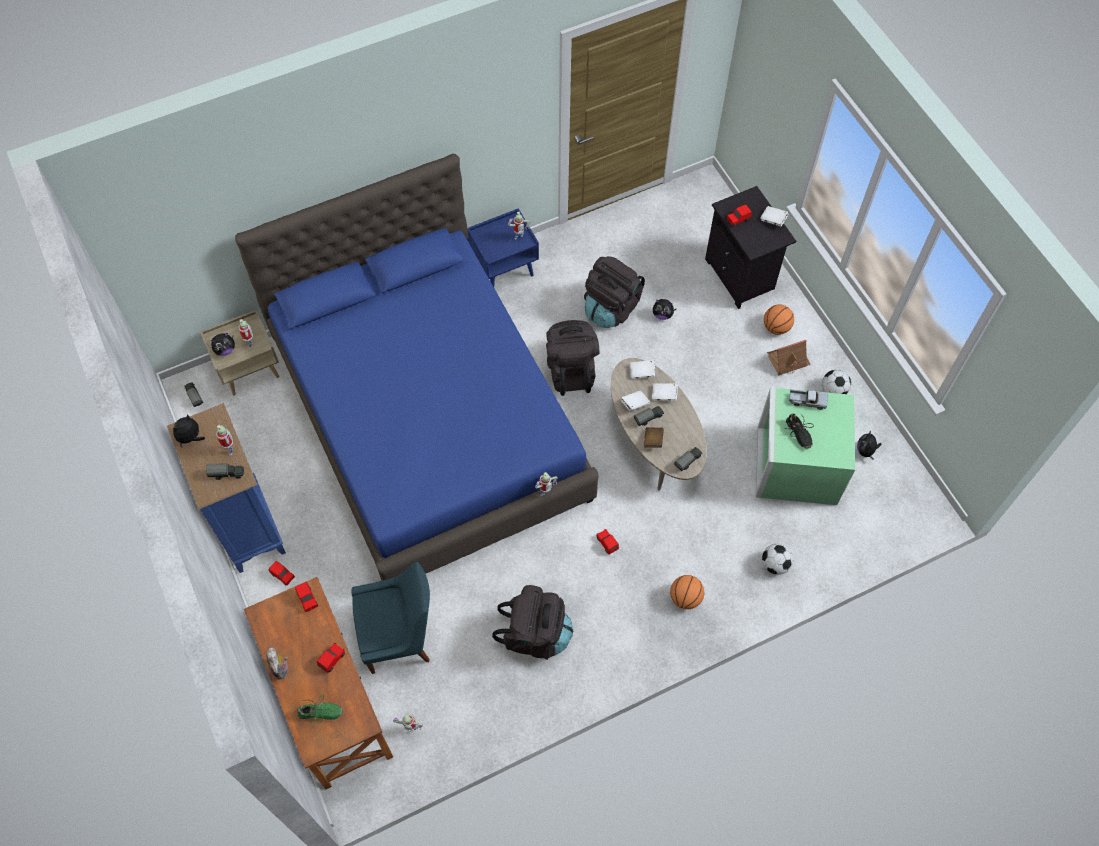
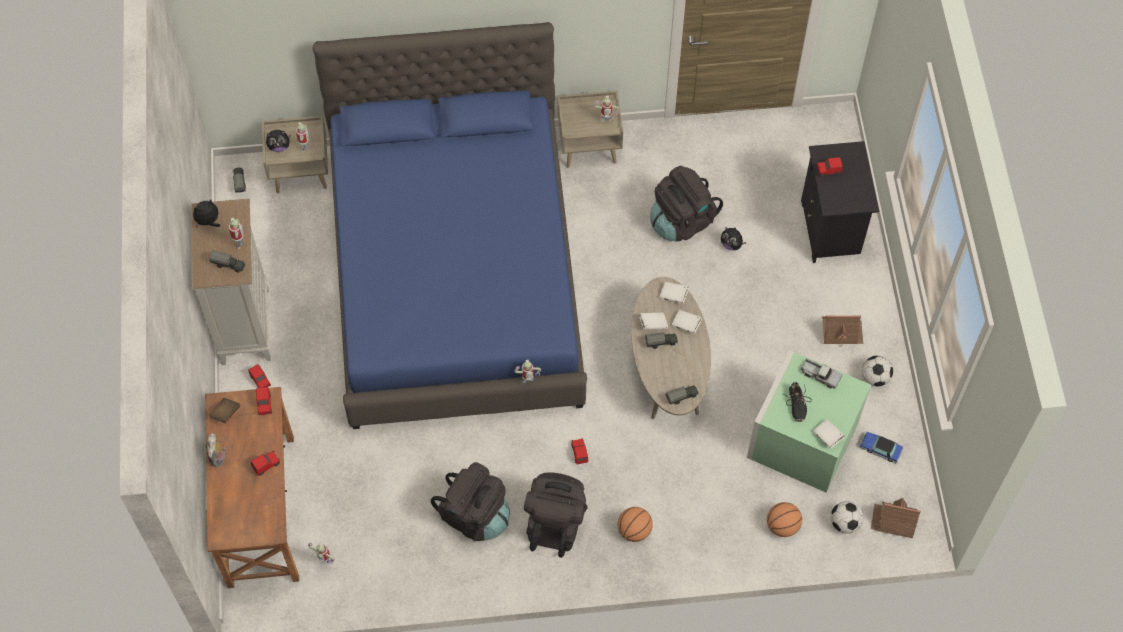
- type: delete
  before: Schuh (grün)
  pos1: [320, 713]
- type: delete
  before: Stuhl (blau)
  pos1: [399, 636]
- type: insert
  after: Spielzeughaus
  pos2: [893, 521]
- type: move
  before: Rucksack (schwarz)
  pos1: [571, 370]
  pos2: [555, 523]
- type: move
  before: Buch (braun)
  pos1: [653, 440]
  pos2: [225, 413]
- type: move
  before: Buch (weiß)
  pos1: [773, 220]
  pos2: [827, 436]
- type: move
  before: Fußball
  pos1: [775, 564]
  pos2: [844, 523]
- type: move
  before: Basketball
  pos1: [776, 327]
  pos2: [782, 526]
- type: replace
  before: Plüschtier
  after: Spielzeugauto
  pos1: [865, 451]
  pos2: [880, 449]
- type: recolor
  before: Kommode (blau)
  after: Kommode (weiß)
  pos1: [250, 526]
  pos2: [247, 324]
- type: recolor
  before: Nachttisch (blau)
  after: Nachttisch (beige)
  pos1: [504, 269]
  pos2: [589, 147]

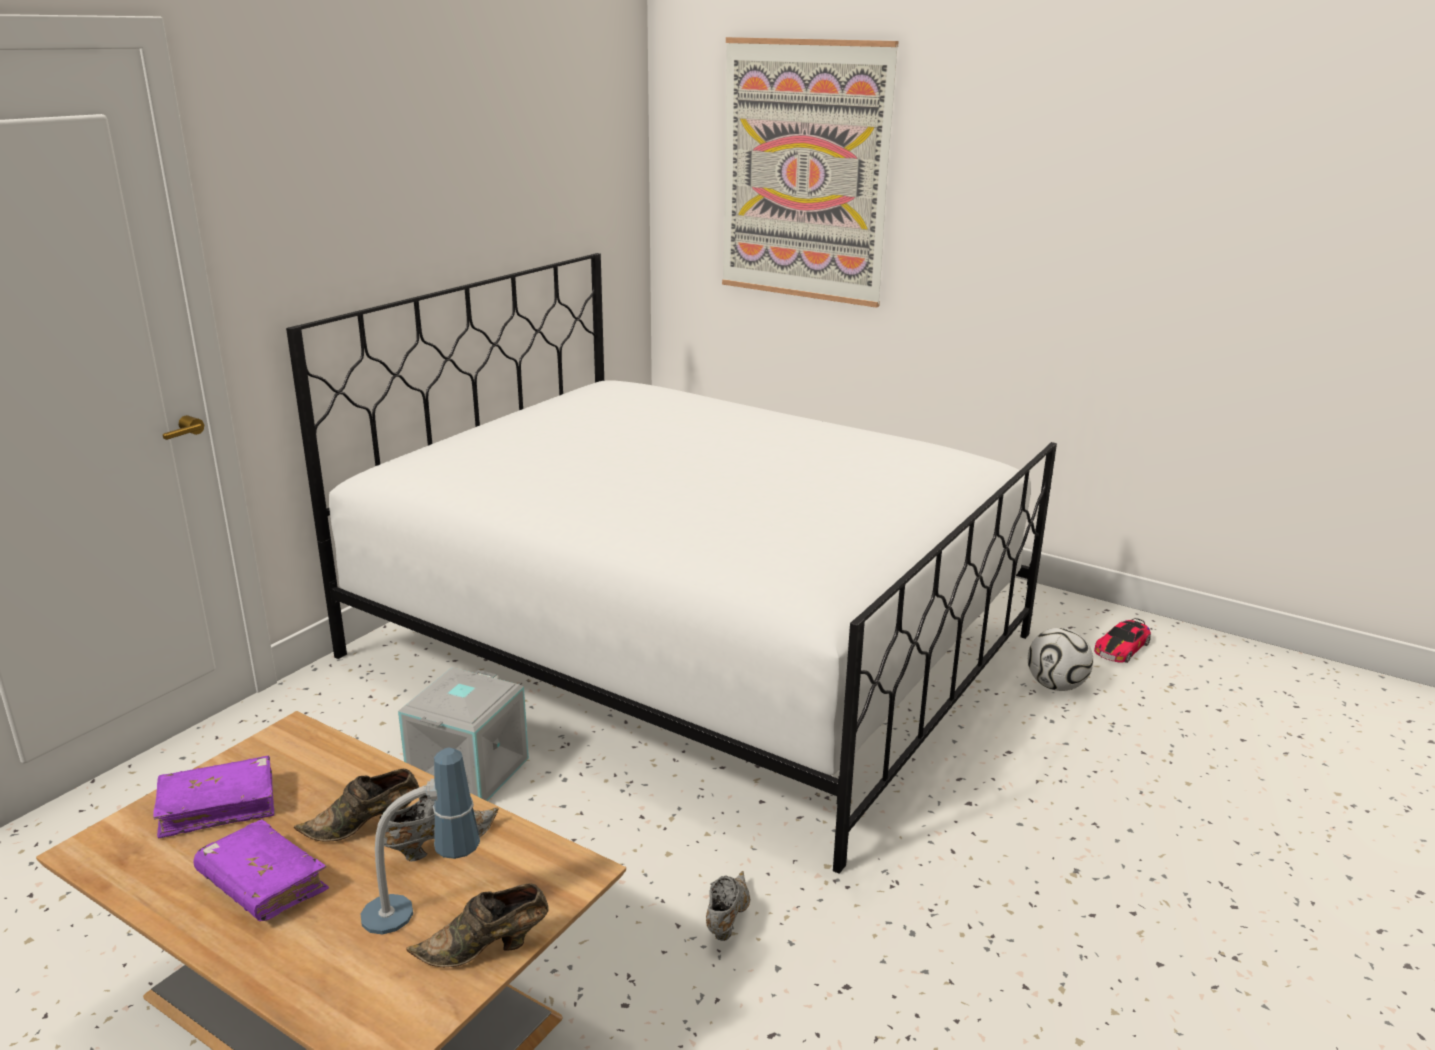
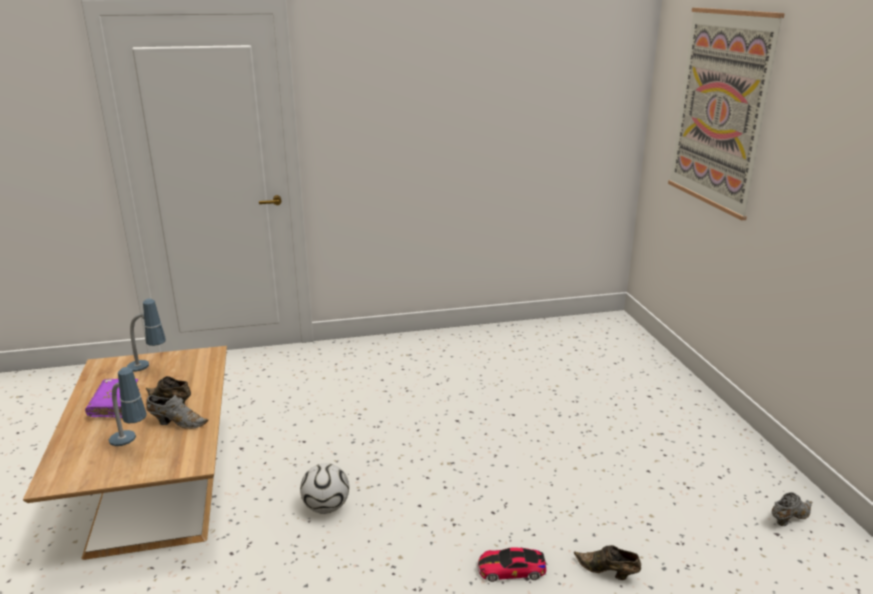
- type: delete
  before: Bett (weiß)
  pos1: [689, 644]
- type: delete
  before: Aufbewahrungsbox (grau)
  pos1: [470, 772]
- type: move
  before: Schuh (braun)
  pos1: [486, 949]
  pos2: [607, 572]
- type: move
  before: Schuh (grau)
  pos1: [726, 920]
  pos2: [788, 518]
- type: move
  before: Fußball
  pos1: [1056, 685]
  pos2: [326, 507]
- type: move
  before: Spielzeugauto
  pos1: [1122, 648]
  pos2: [511, 569]
- type: replace
  before: Buch (lila)
  after: Tischlampe
  pos1: [218, 806]
  pos2: [149, 369]

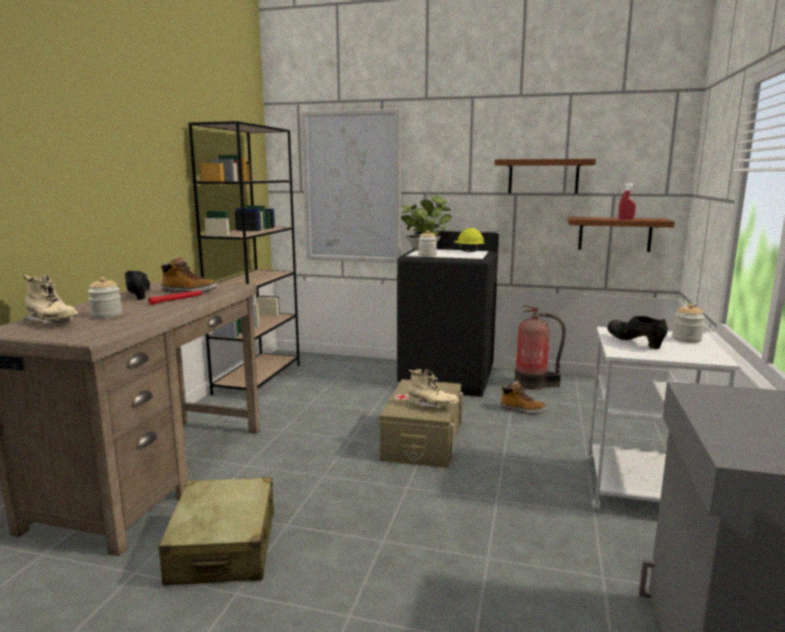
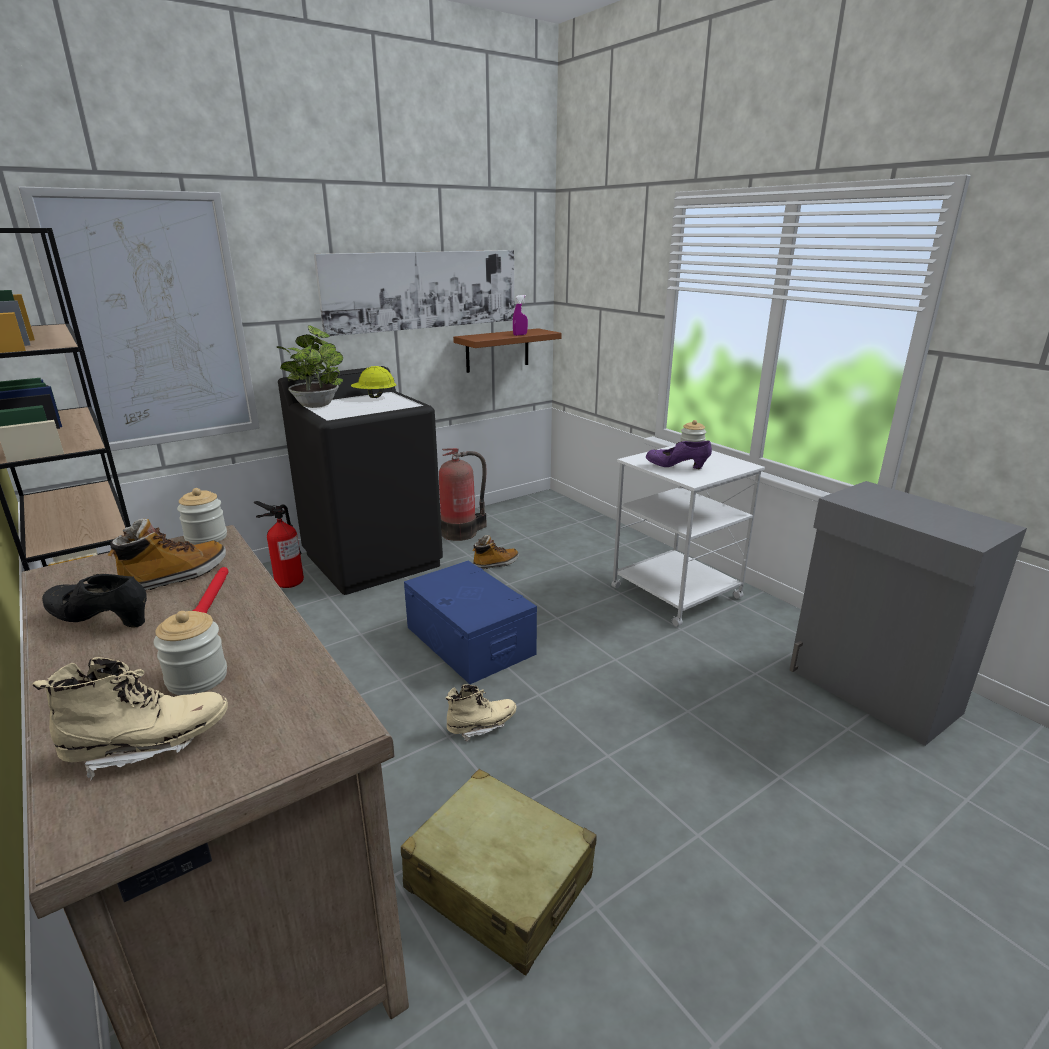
- type: insert
  after: Feuerlöscher
  pos2: [290, 582]
- type: move
  before: Stiefel (beige)
  pos1: [432, 406]
  pos2: [481, 726]
- type: move
  before: Vorratsglas
  pos1: [427, 255]
  pos2: [206, 538]
- type: replace
  before: Wandregal (braun)
  after: Bild
  pos1: [543, 176]
  pos2: [423, 290]
- type: recolor
  before: Aufbewahrungsbox (beige)
  after: Aufbewahrungsbox (blau)
  pos1: [422, 440]
  pos2: [469, 640]
- type: recolor
  before: Schuh (schwarz)
  after: Schuh (lila)
  pos1: [635, 342]
  pos2: [676, 467]
- type: recolor
  before: Sprühflasche (rot)
  after: Sprühflasche (lila)
  pos1: [626, 219]
  pos2: [520, 335]

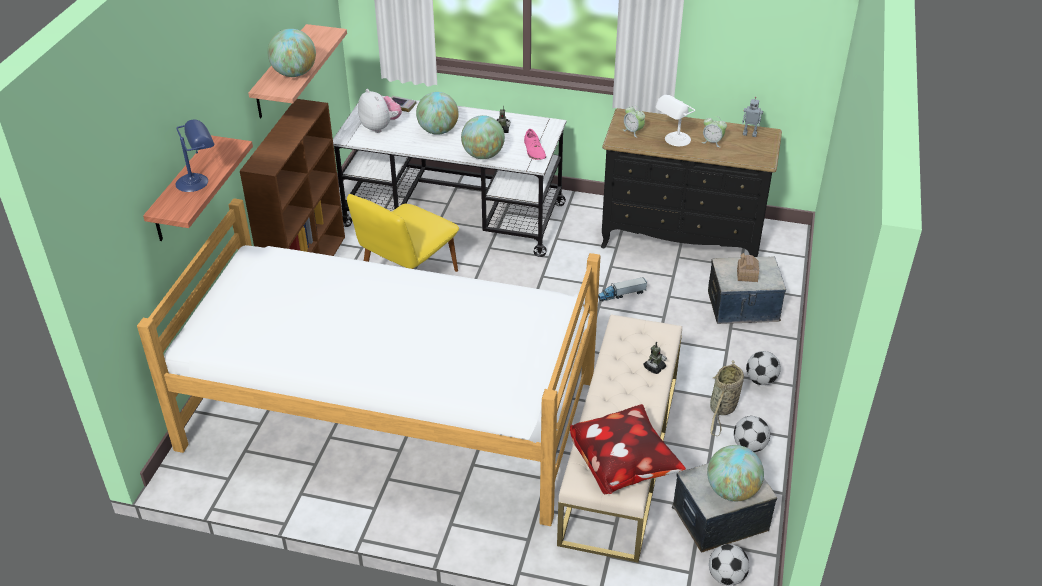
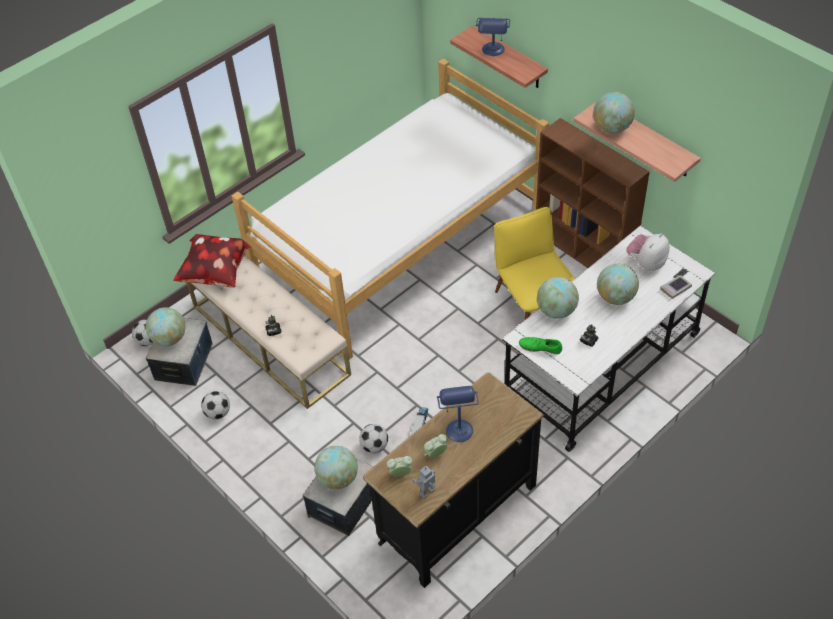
- type: delete
  before: Korb
  pos1: [722, 409]
- type: move
  before: Wecker
  pos1: [633, 131]
  pos2: [400, 473]
- type: move
  before: Fußball
  pos1: [761, 380]
  pos2: [374, 446]
- type: replace
  before: Spielzeughaus
  after: Globus
  pos1: [747, 275]
  pos2: [338, 478]
- type: recolor
  before: Schuh (rosa)
  after: Schuh (grün)
  pos1: [534, 151]
  pos2: [540, 347]
- type: recolor
  before: Tischlampe (weiß)
  after: Tischlampe (blau)
  pos1: [674, 141]
  pos2: [458, 426]
- type: rotate
  before: Plüschtier
  pos1: [380, 127]
  pos2: [646, 263]
  turn: 135

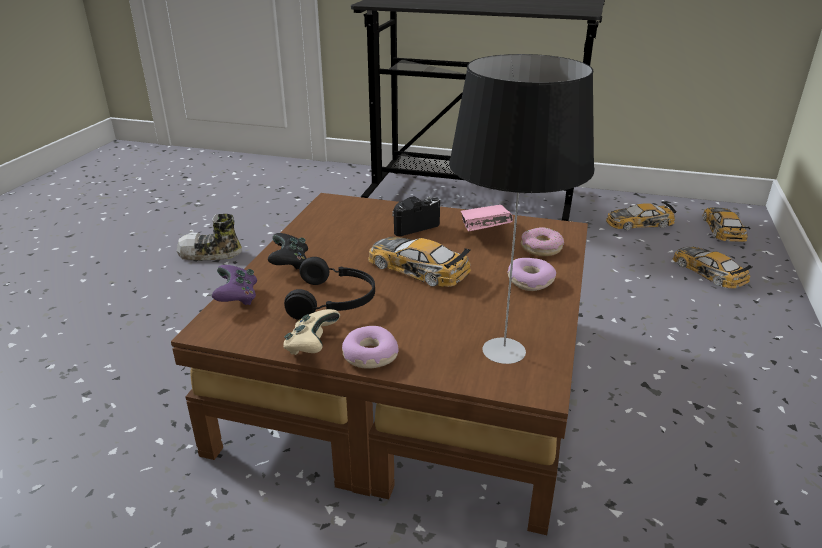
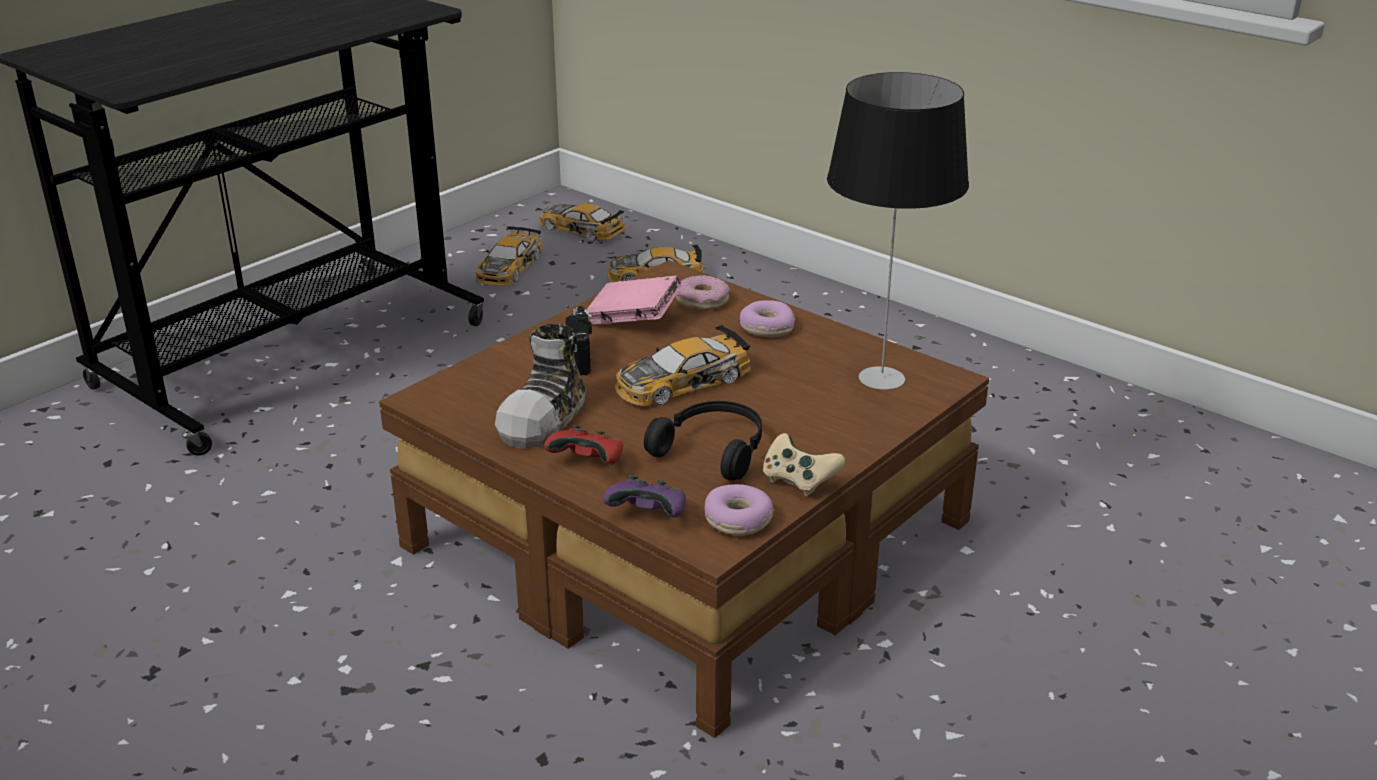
- type: move
  before: Schuh
  pos1: [210, 254]
  pos2: [545, 417]
- type: move
  before: Donut
  pos1: [369, 355]
  pos2: [738, 520]
- type: recolor
  before: Gamepad (schwarz)
  after: Gamepad (rot)
  pos1: [290, 263]
  pos2: [589, 463]

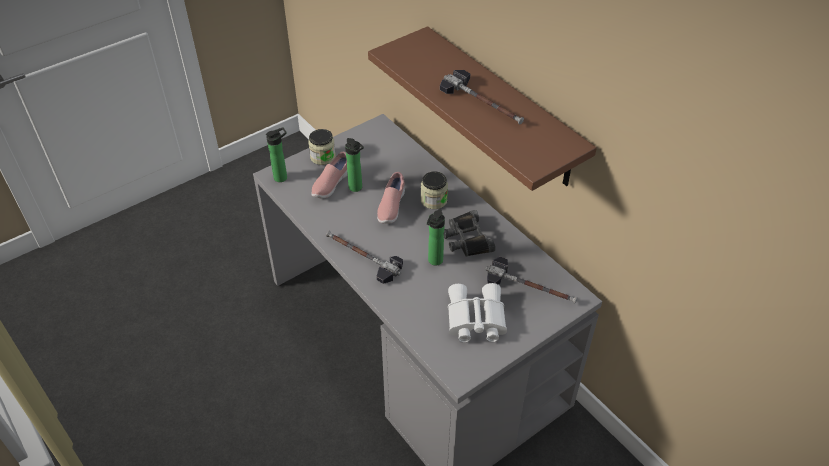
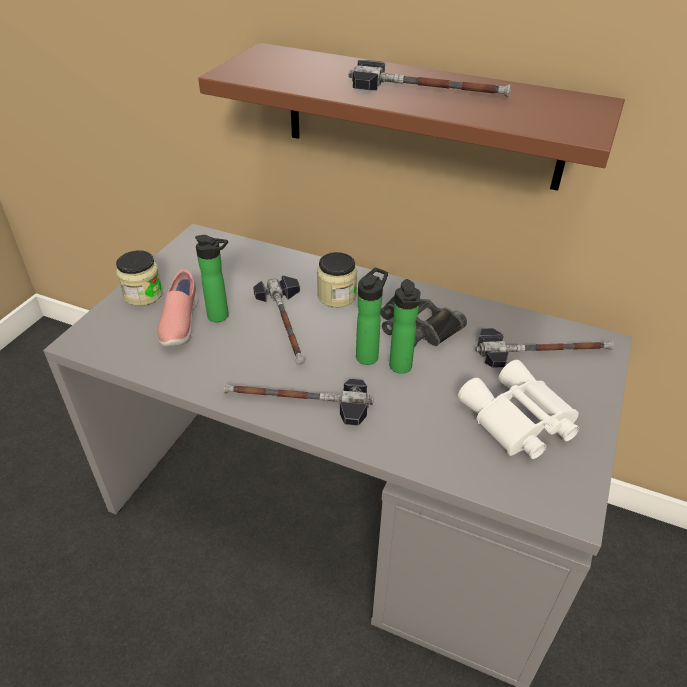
- type: move
  before: Flasche
  pos1: [282, 177]
  pos2: [369, 355]
- type: replace
  before: Schuh (rosa)
  after: Hammer
  pos1: [391, 207]
  pos2: [287, 324]

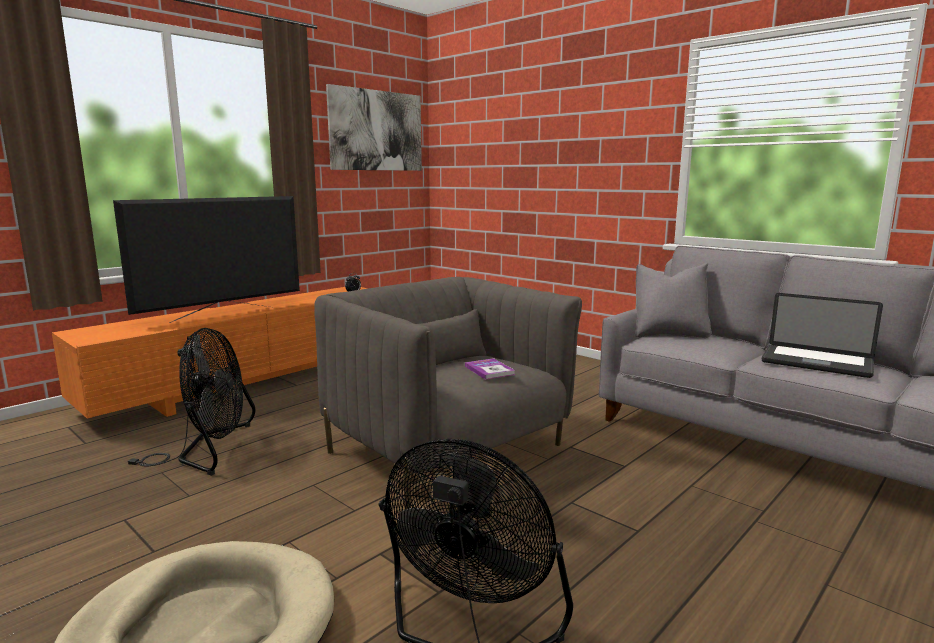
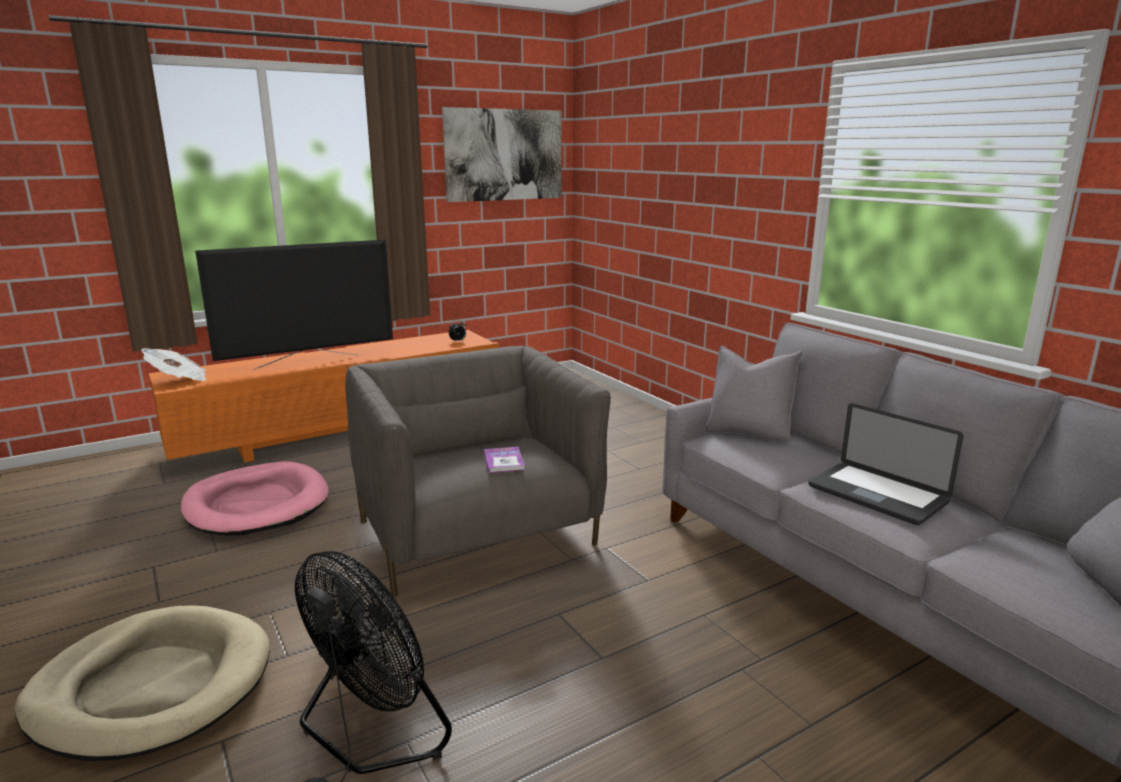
- type: insert
  after: Zeitung
  pos2: [179, 379]
- type: replace
  before: Ventilator (schwarz)
  after: Hundebett (rosa)
  pos1: [206, 450]
  pos2: [257, 504]

